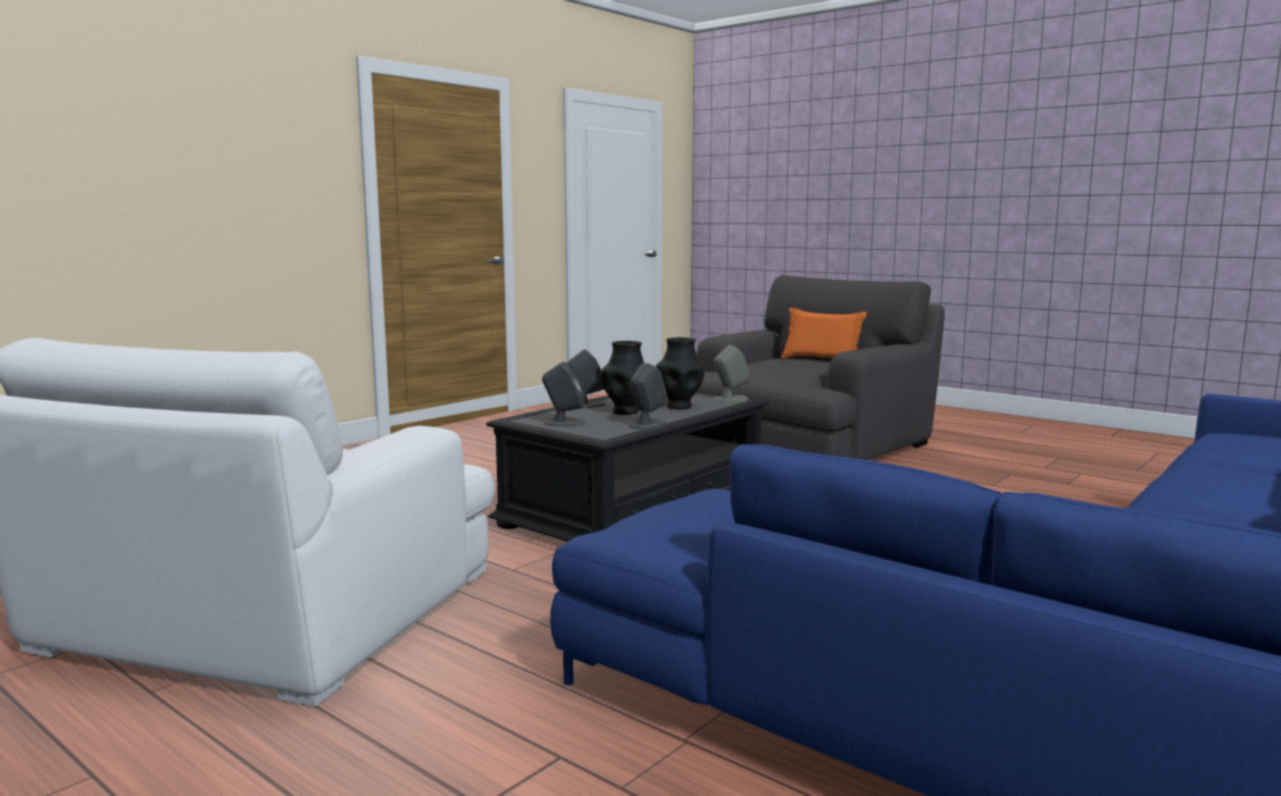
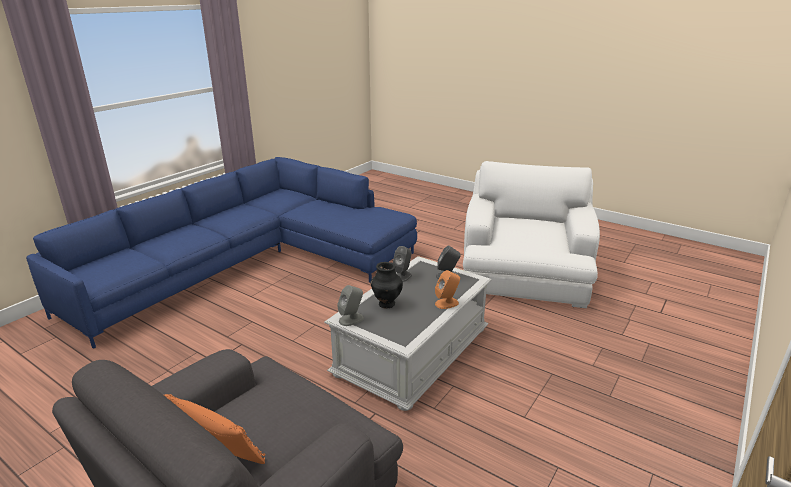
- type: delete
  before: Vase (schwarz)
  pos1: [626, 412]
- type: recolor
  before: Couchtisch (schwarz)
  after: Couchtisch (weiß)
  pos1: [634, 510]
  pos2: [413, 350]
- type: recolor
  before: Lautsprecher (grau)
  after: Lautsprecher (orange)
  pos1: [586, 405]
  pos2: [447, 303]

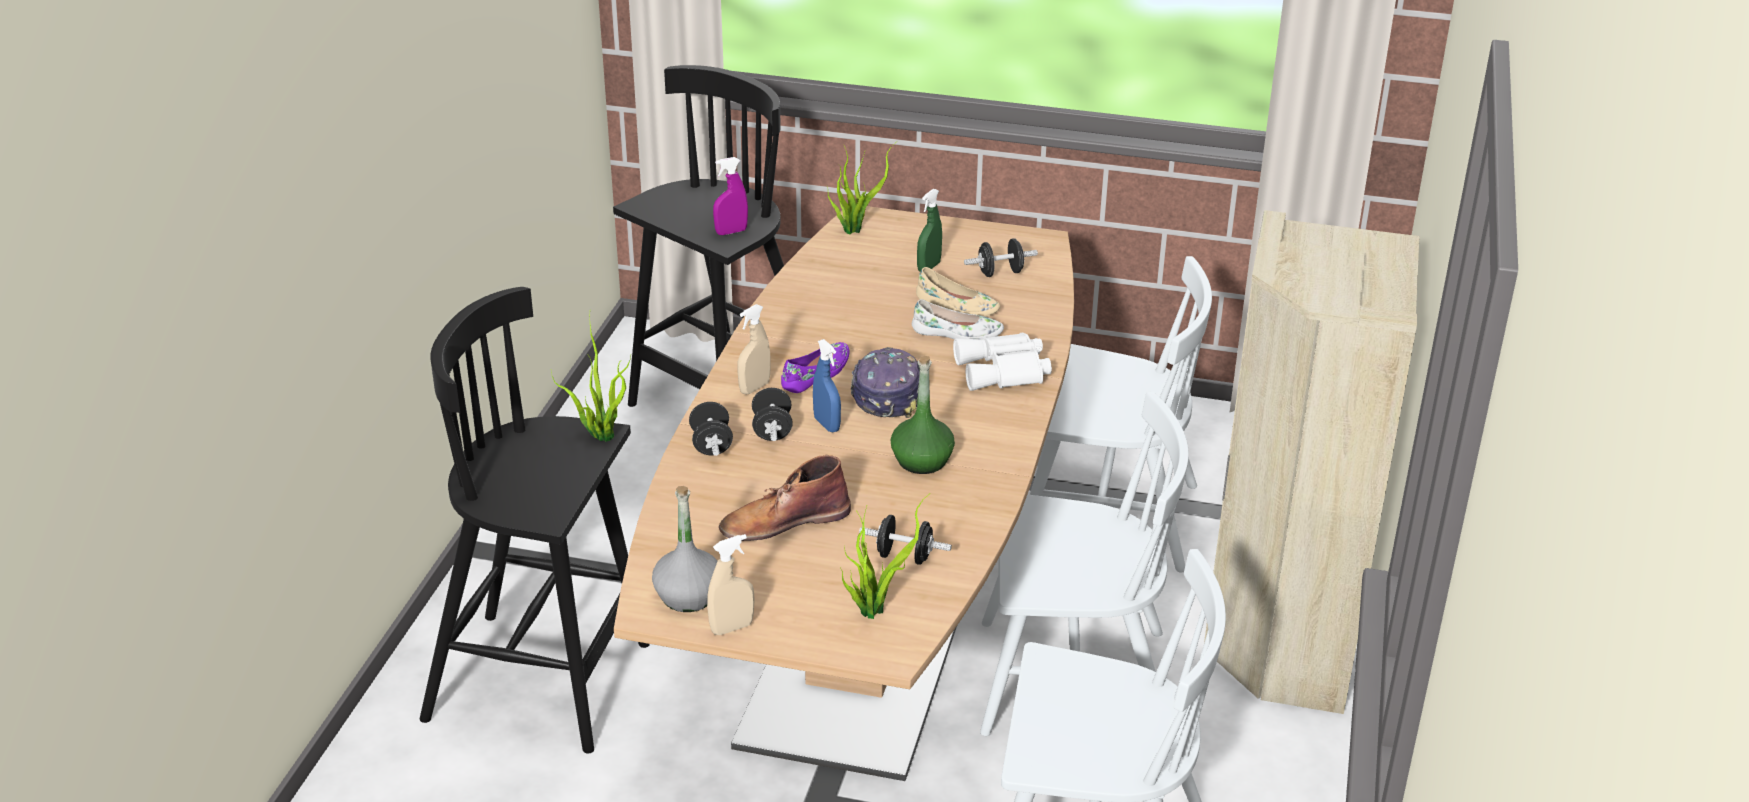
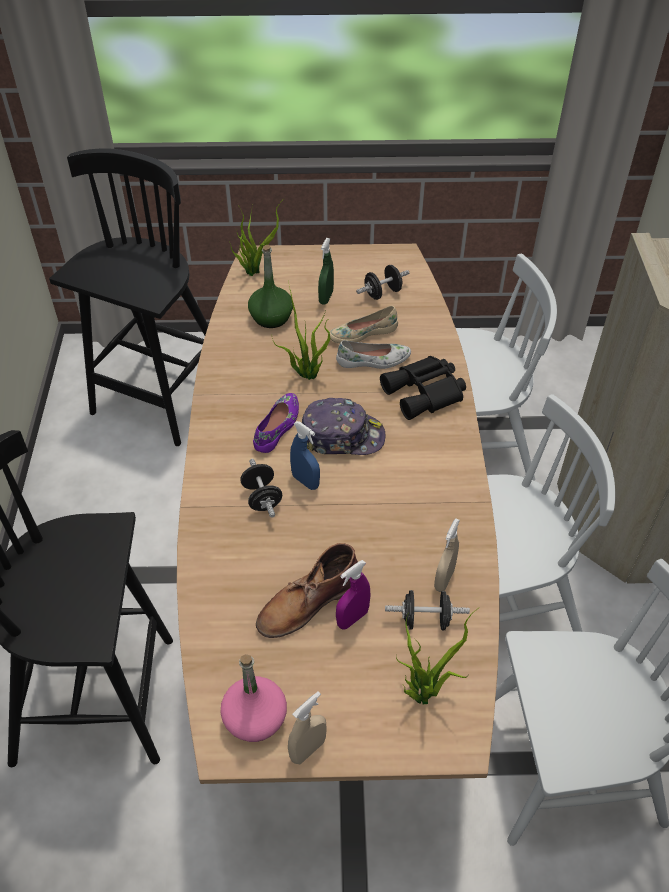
- type: delete
  before: Hantel (schwarz)
  pos1: [711, 445]
- type: move
  before: Topfpflanze
  pos1: [600, 435]
  pos2: [306, 374]
- type: move
  before: Sprühflasche (lila)
  pos1: [731, 232]
  pos2: [352, 618]
- type: move
  before: Sprühflasche (beige)
  pos1: [754, 388]
  pos2: [444, 579]
- type: move
  before: Flasche (grün)
  pos1: [921, 461]
  pos2: [271, 317]
- type: recolor
  before: Flasche (grau)
  after: Flasche (rosa)
  pos1: [688, 596]
  pos2: [255, 718]
- type: recolor
  before: Fernglas (weiß)
  after: Fernglas (schwarz)
  pos1: [1004, 372]
  pos2: [425, 393]
- type: rotate
  before: Kappe
  pos1: [887, 393]
  pos2: [342, 436]
  turn: 105
- type: rotate
  before: Schuh (beige)
  pos1: [957, 306]
  pos2: [362, 333]
  turn: 150

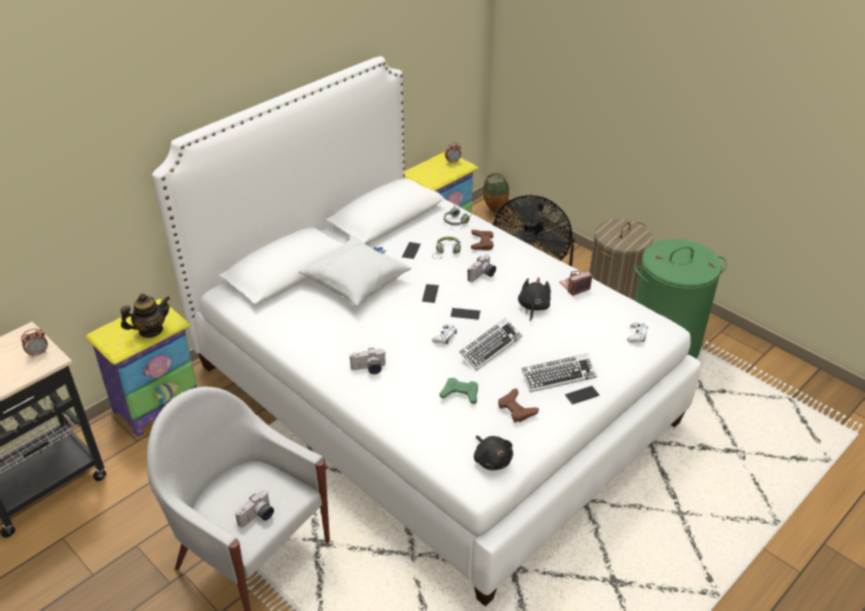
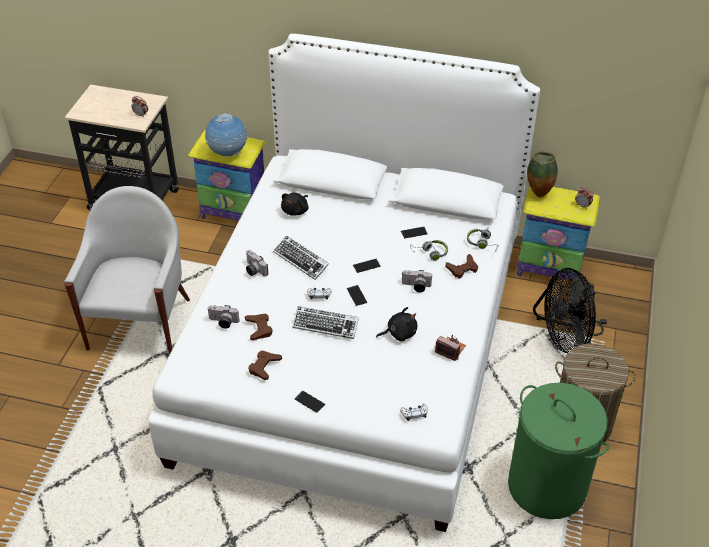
- type: delete
  before: Kissen (grau)
  pos1: [356, 282]
- type: move
  before: Kamera
  pos1: [258, 517]
  pos2: [223, 322]
- type: move
  before: Plüschtier (schwarz)
  pos1: [492, 459]
  pos2: [296, 210]
- type: move
  before: Vase
  pos1: [494, 212]
  pos2: [538, 194]
- type: move
  before: Tastatur
  pos1: [558, 376]
  pos2: [301, 260]
- type: replace
  before: Teekanne
  after: Globus
  pos1: [151, 330]
  pos2: [228, 153]
- type: recolor
  before: Gamepad (grün)
  after: Gamepad (braun)
  pos1: [460, 393]
  pos2: [259, 328]

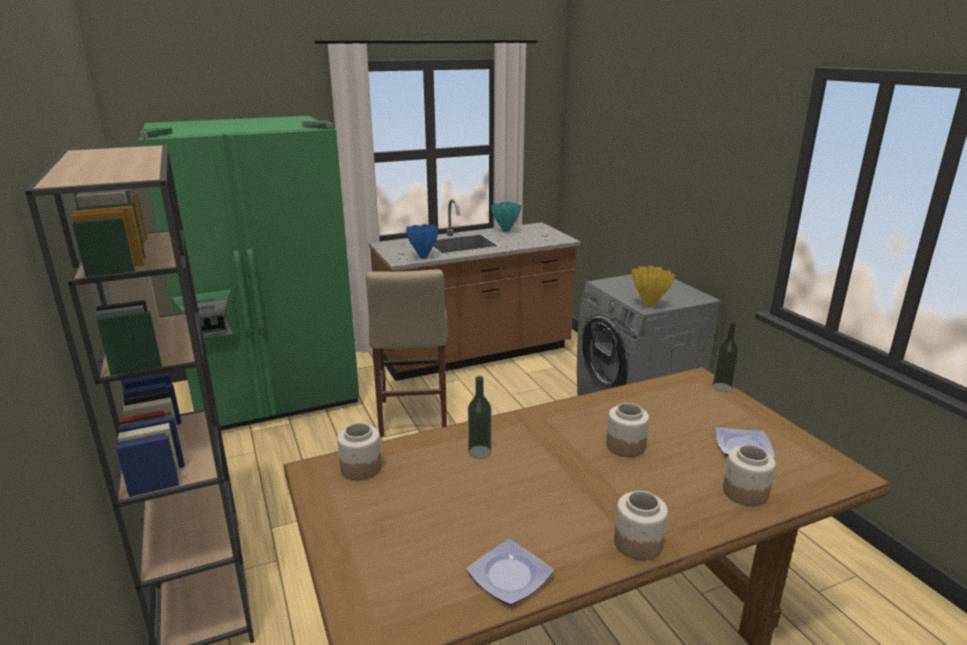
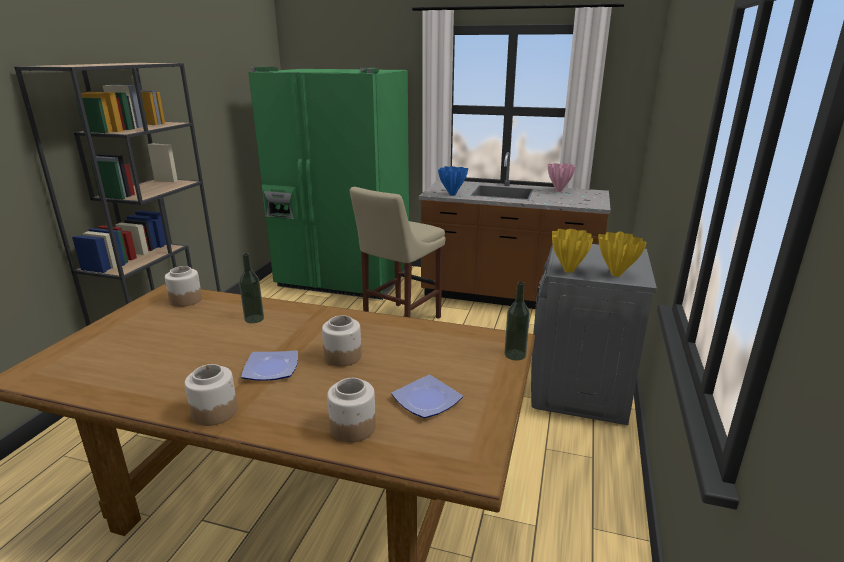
- type: insert
  after: Vase (gelb)
  pos2: [615, 274]
- type: move
  before: Teller
  pos1: [507, 576]
  pos2: [270, 368]
- type: recolor
  before: Vase (türkis)
  after: Vase (rosa)
  pos1: [505, 231]
  pos2: [558, 191]

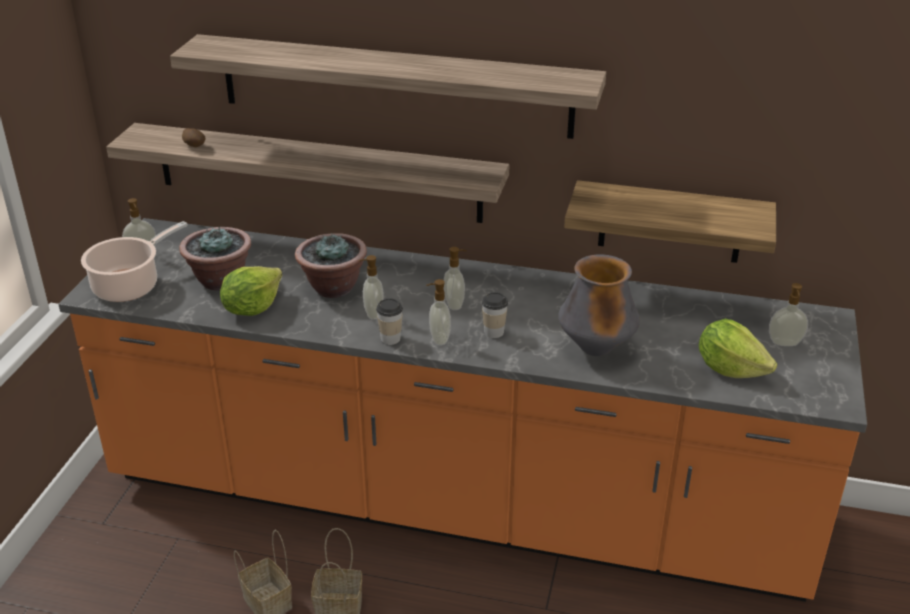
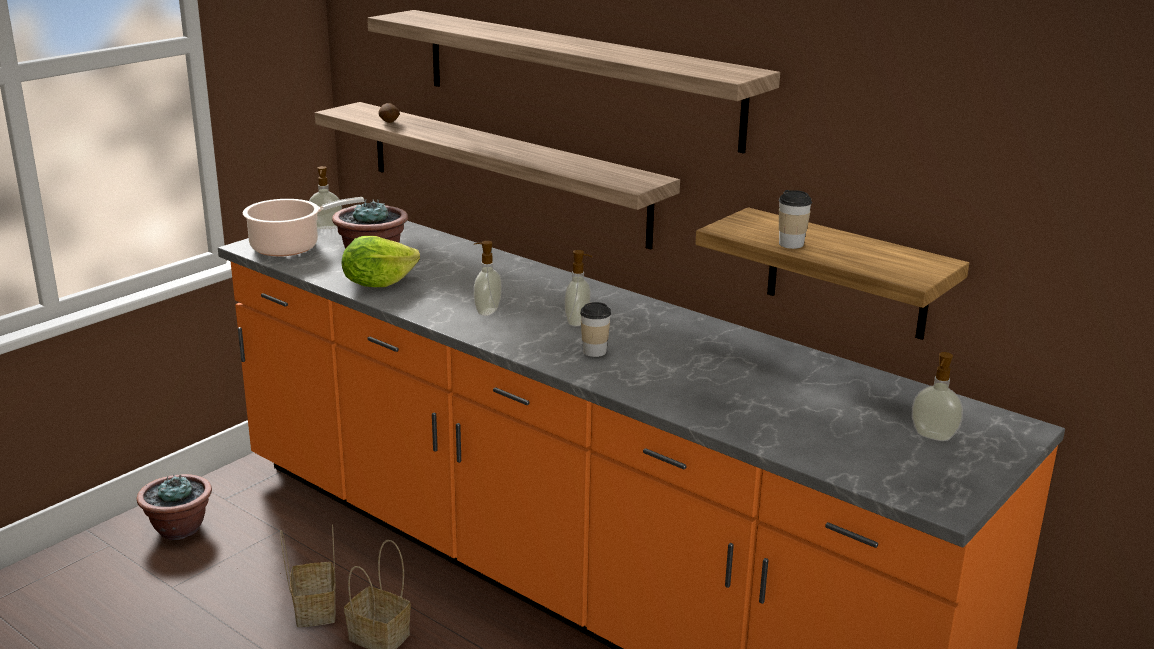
- type: delete
  before: Seifenspender
  pos1: [438, 339]
- type: delete
  before: Vase
  pos1: [596, 349]
- type: delete
  before: Salatkopf
  pos1: [730, 369]
- type: move
  before: Topfpflanze
  pos1: [333, 287]
  pos2: [179, 529]
- type: move
  before: Tasse
  pos1: [390, 339]
  pos2: [791, 244]

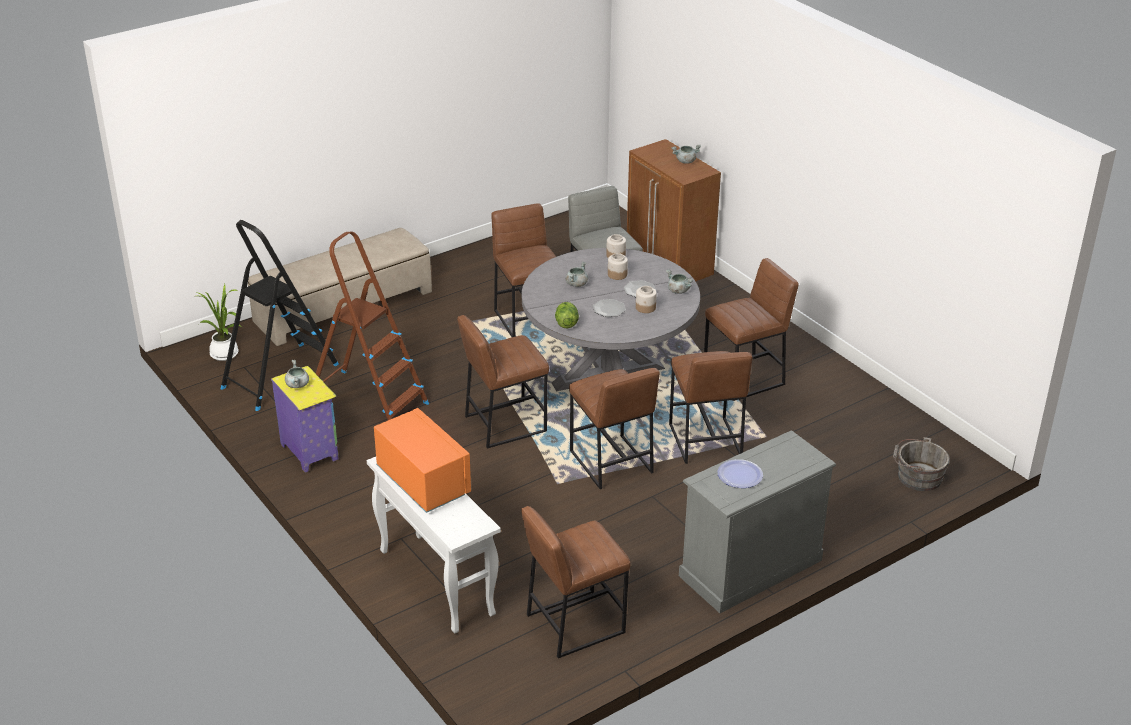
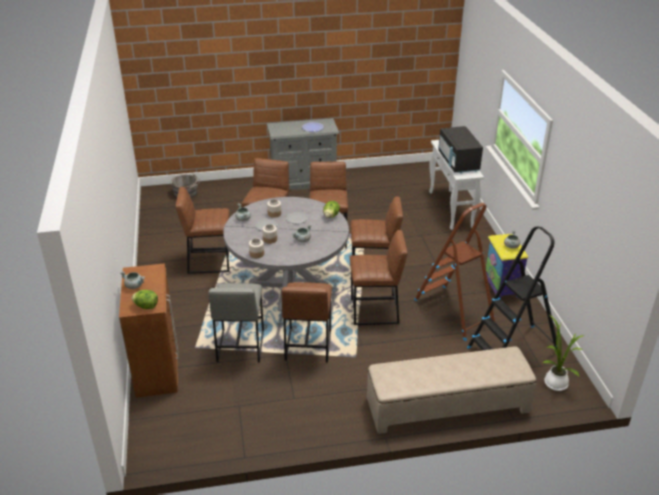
- type: insert
  after: Salatkopf
  pos2: [146, 306]
- type: move
  before: Stuhl (braun)
  pos1: [574, 624]
  pos2: [375, 311]
- type: recolor
  before: Mikrowelle (orange)
  after: Mikrowelle (schwarz)
  pos1: [423, 481]
  pos2: [458, 162]

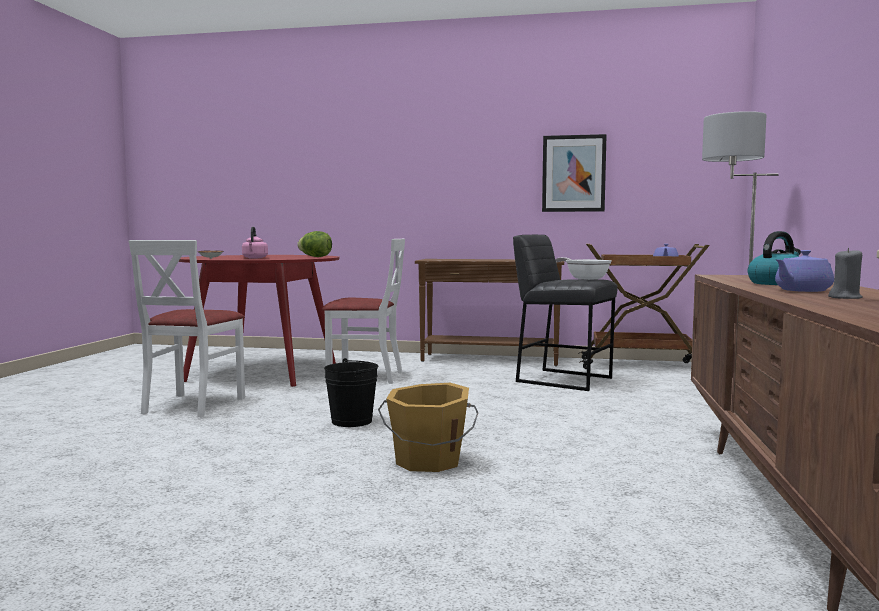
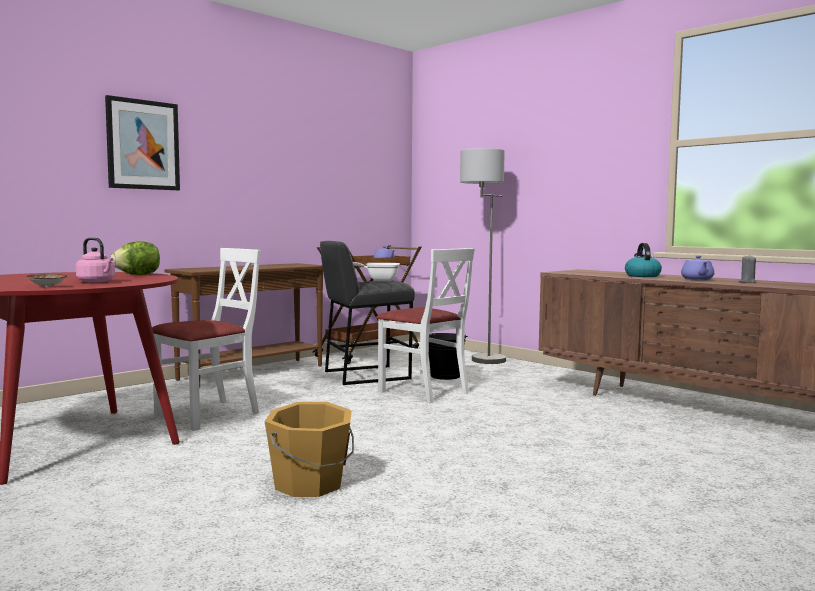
- type: move
  before: Stuhl (weiß)
  pos1: [192, 405]
  pos2: [424, 392]
- type: move
  before: Eimer (schwarz)
  pos1: [352, 421]
  pos2: [445, 376]
- type: move
  before: Eimer (orange)
  pos1: [428, 461]
  pos2: [310, 484]
- type: move
  before: Bild
  pos1: [573, 173]
  pos2: [143, 145]

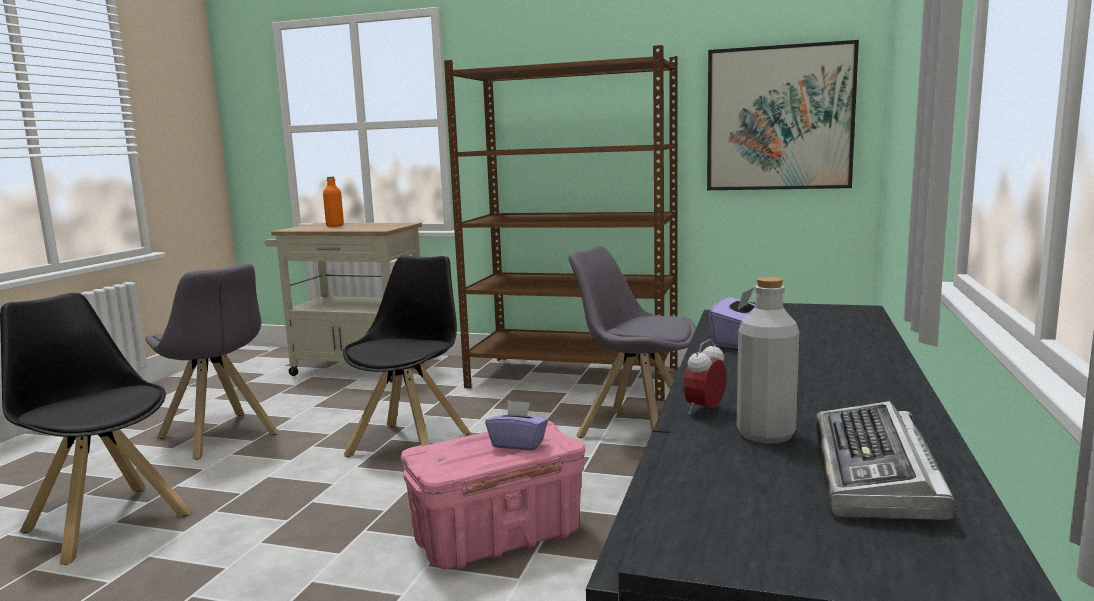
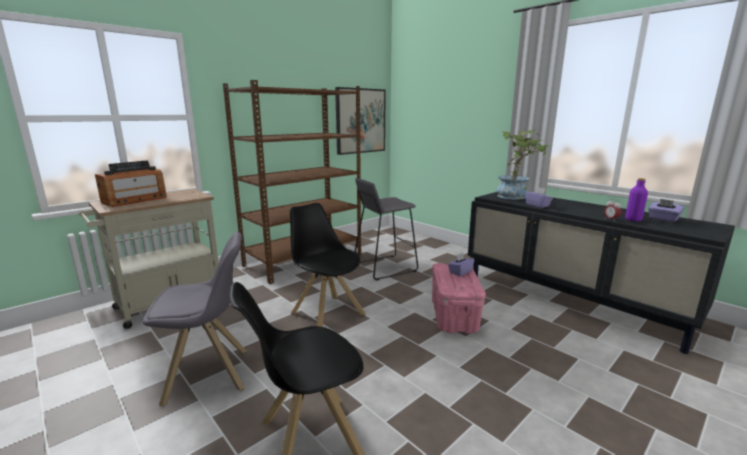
- type: insert
  after: Topfpflanze
  pos2: [516, 196]
- type: replace
  before: Flasche (orange)
  after: Radio
  pos1: [335, 226]
  pos2: [135, 200]
- type: replace
  before: Stuhl (grau)
  after: Hocker (grau)
  pos1: [635, 430]
  pos2: [384, 267]
- type: replace
  before: Tastatur
  after: Taschentuchbox (lila)
  pos1: [875, 475]
  pos2: [663, 219]
- type: recolor
  before: Flasche (grau)
  after: Flasche (lila)
  pos1: [765, 434]
  pos2: [633, 219]

